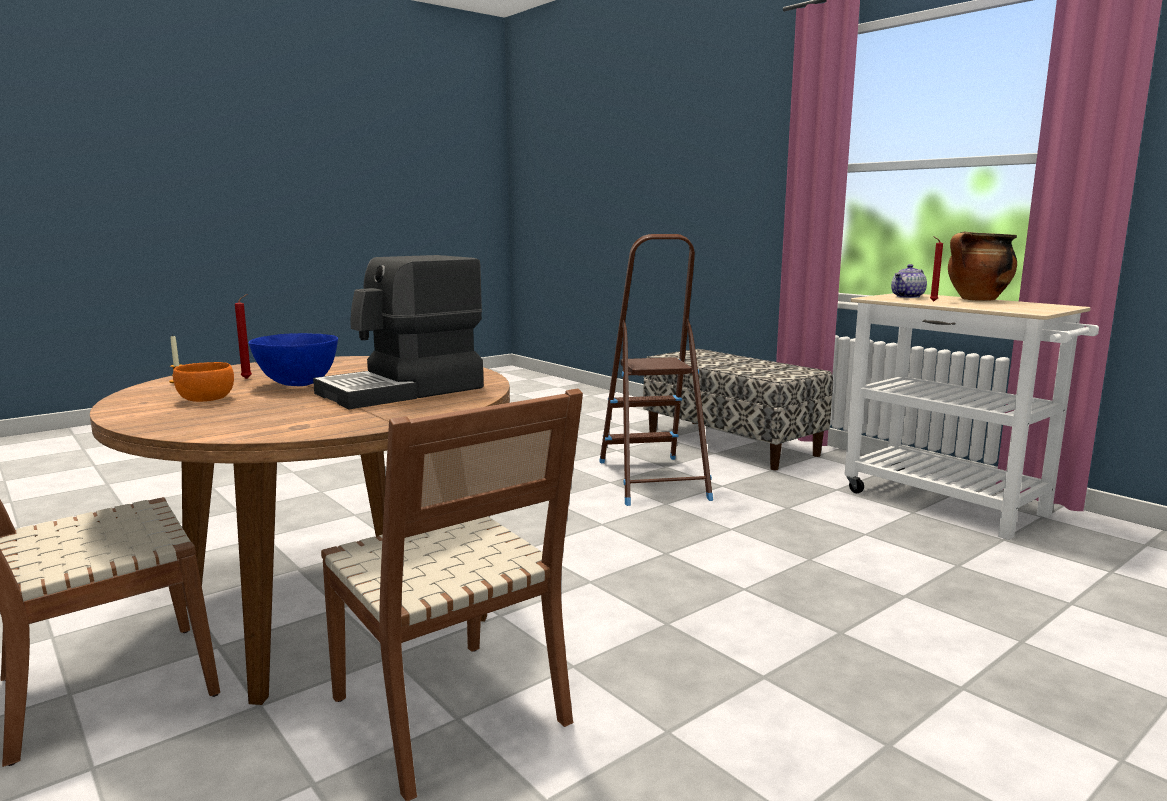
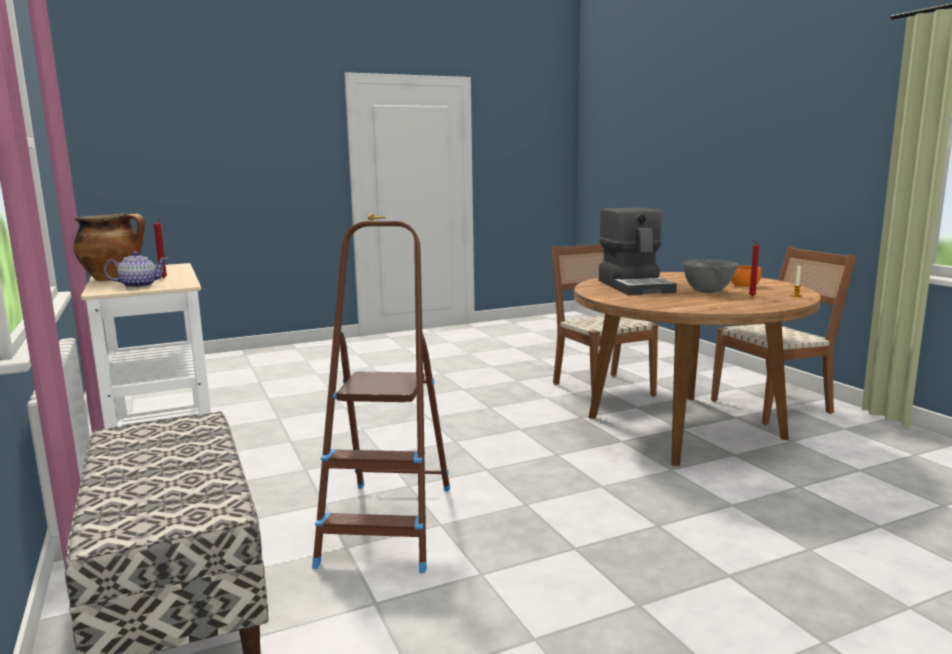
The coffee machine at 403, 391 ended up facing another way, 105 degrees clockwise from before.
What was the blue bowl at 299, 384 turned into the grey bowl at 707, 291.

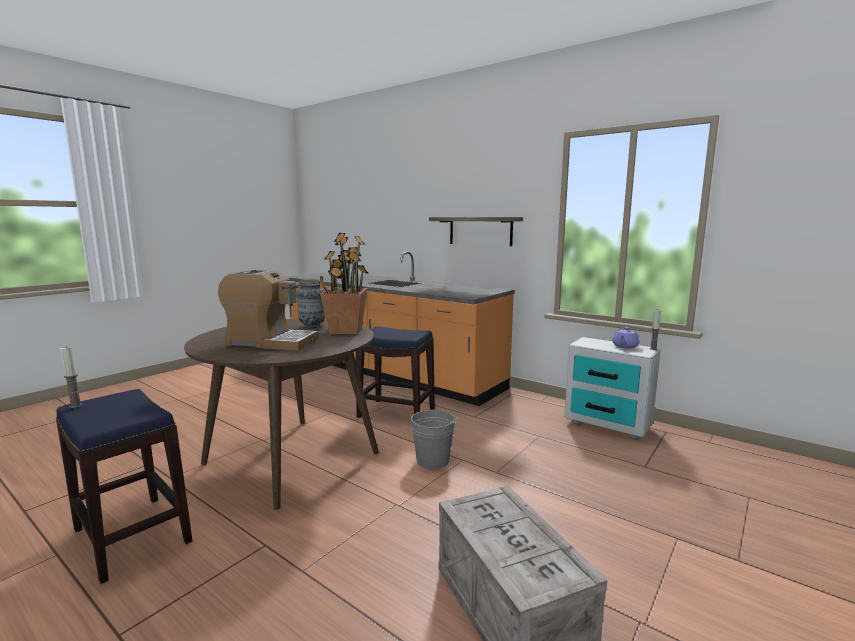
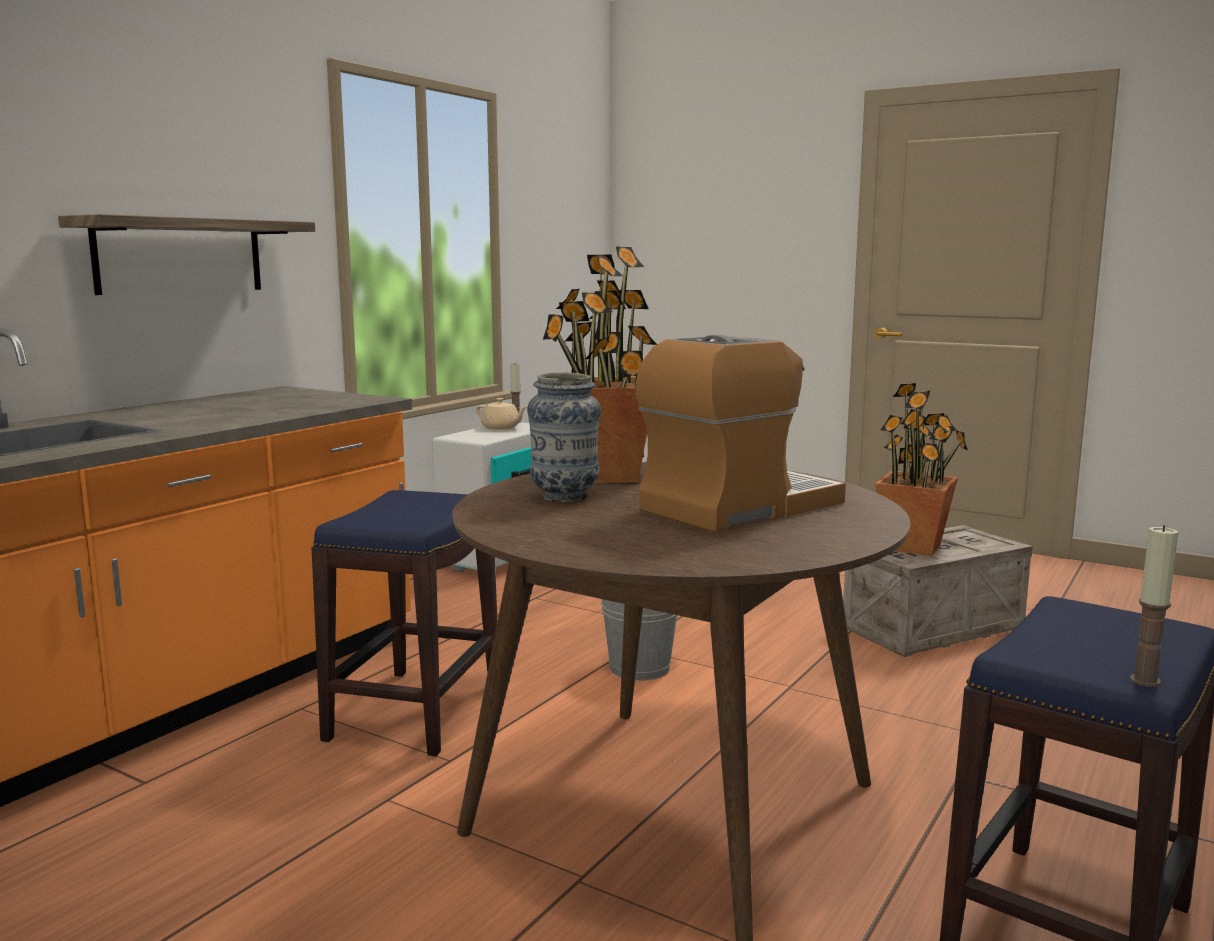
The coffee machine at 271, 342 ended up facing another way, 45 degrees clockwise from before.
What was the purple teapot at 625, 346 turned into the beige teapot at 501, 428.
The second view gained the potted plant at 913, 547.

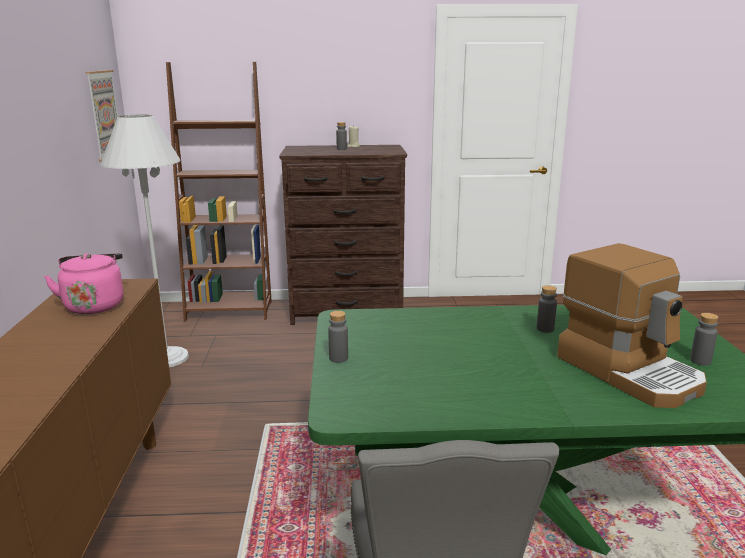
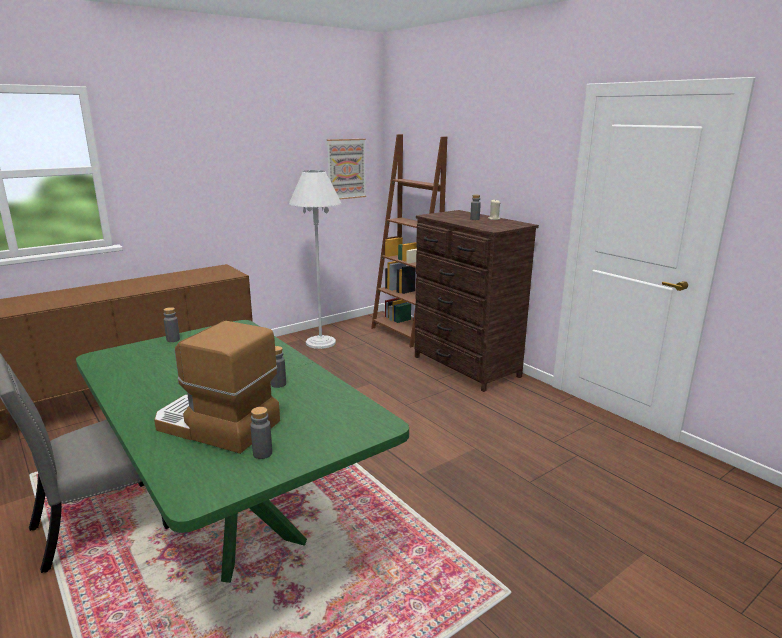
The coffee machine at 629, 371 ended up facing another way, 90 degrees clockwise from before.
The second view lost the pink kettle at 94, 305.

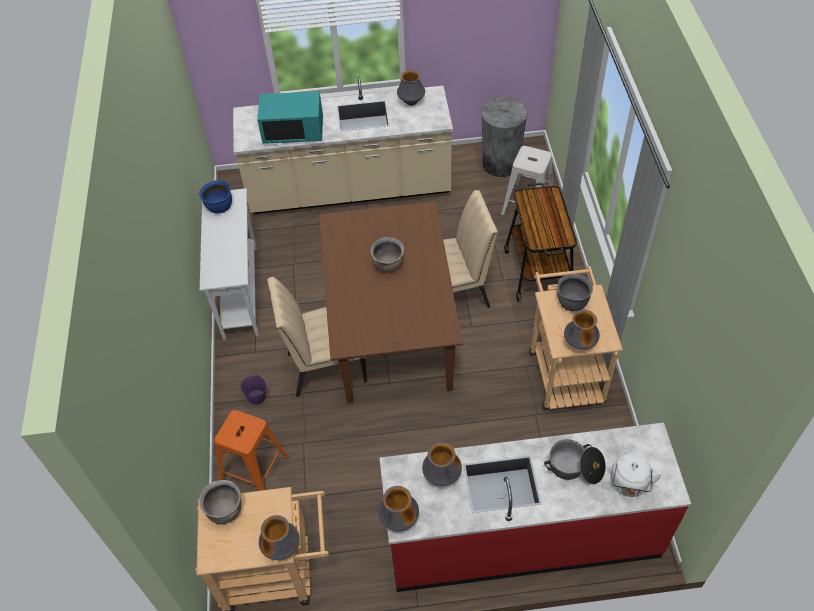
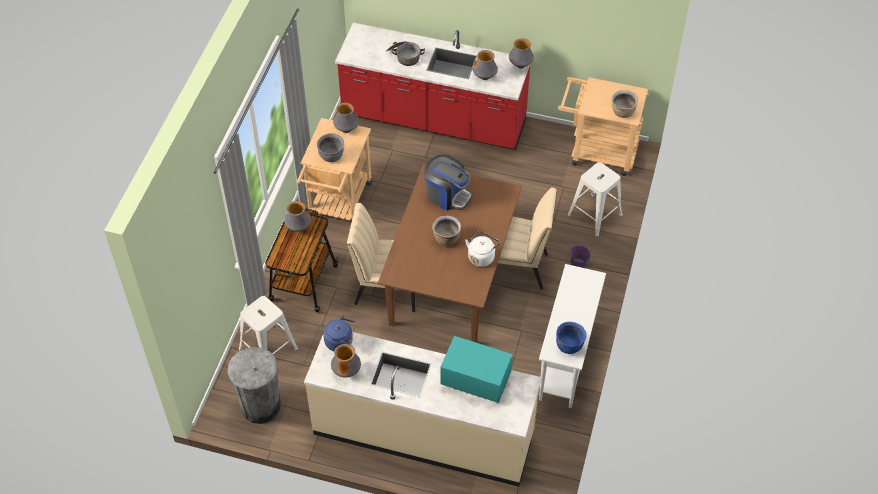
What was the orange stool at 254, 469 turned into the white stool at 594, 215.
The white kettle ended up elsewhere, having gone from 629, 485 to 482, 256.
The vase ended up elsewhere, having gone from 282, 547 to 298, 228.
The second view gained the coffee machine at 447, 195.
The second view gained the blue kettle at 341, 342.

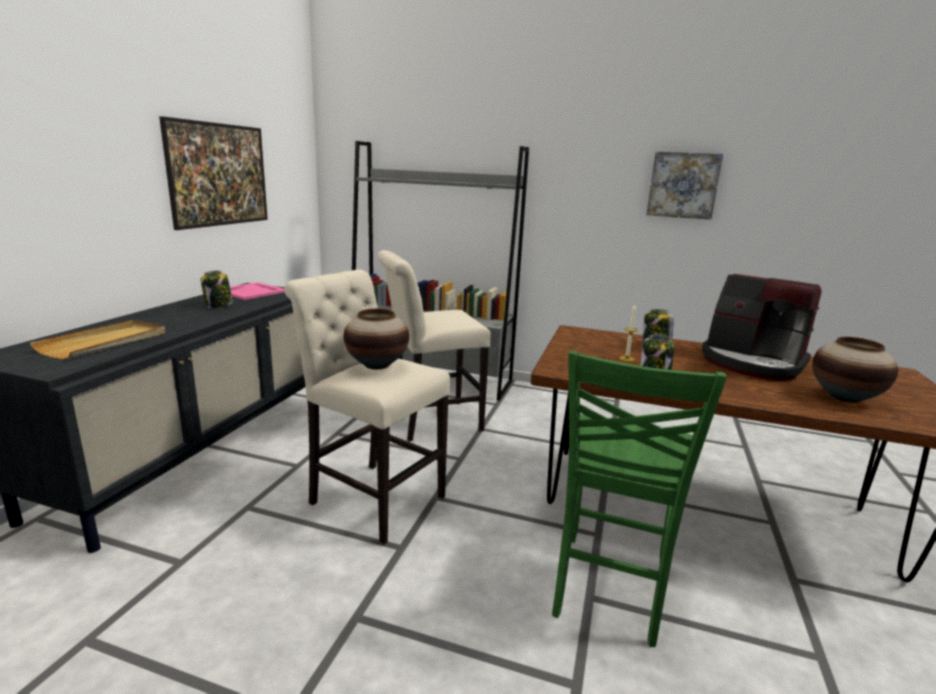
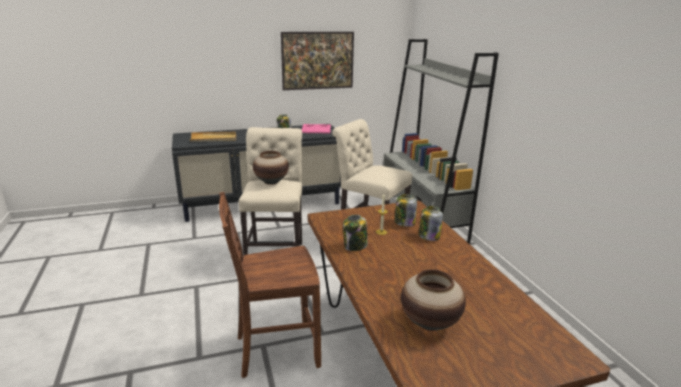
The second view lost the picture at 683, 185.
The second view lost the coffee machine at 752, 363.
What was the green chair at 608, 589 turned into the brown chair at 275, 350.
The second view gained the jar at 404, 223.

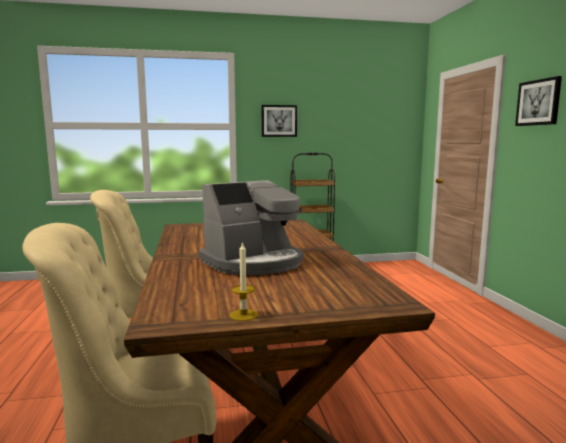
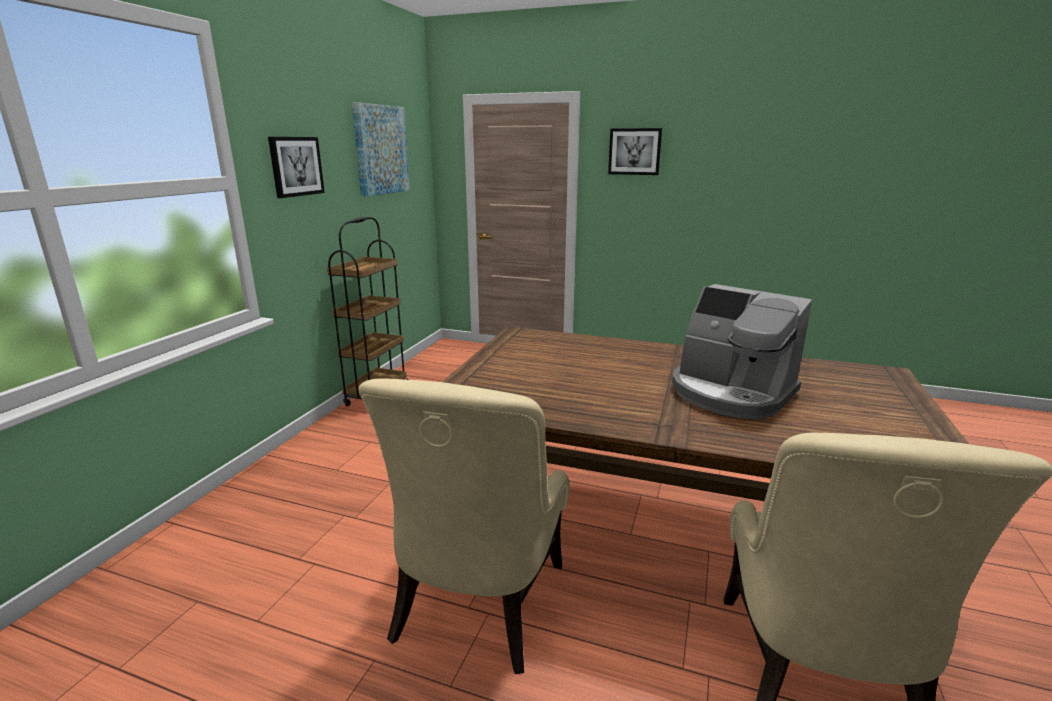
The coffee machine at 254, 262 ended up facing another way, 135 degrees clockwise from before.
The second view lost the candle at 243, 315.
The second view gained the picture at 381, 150.

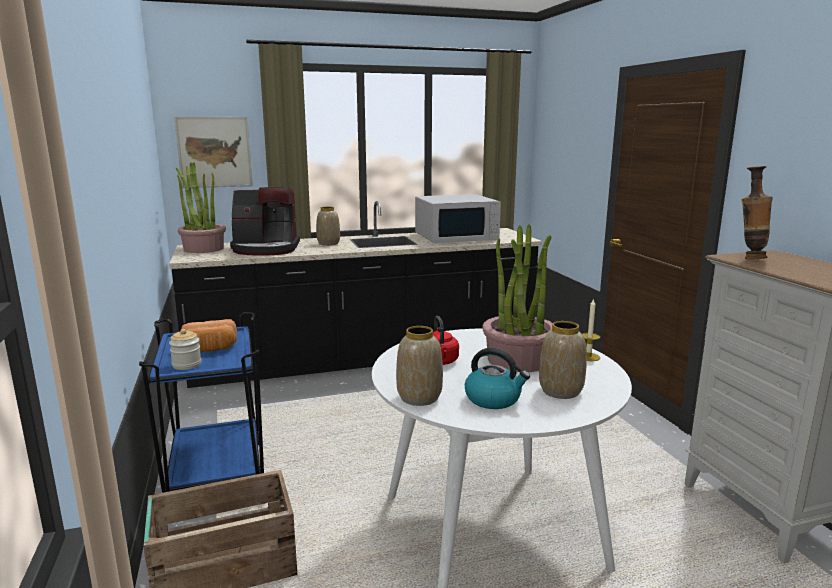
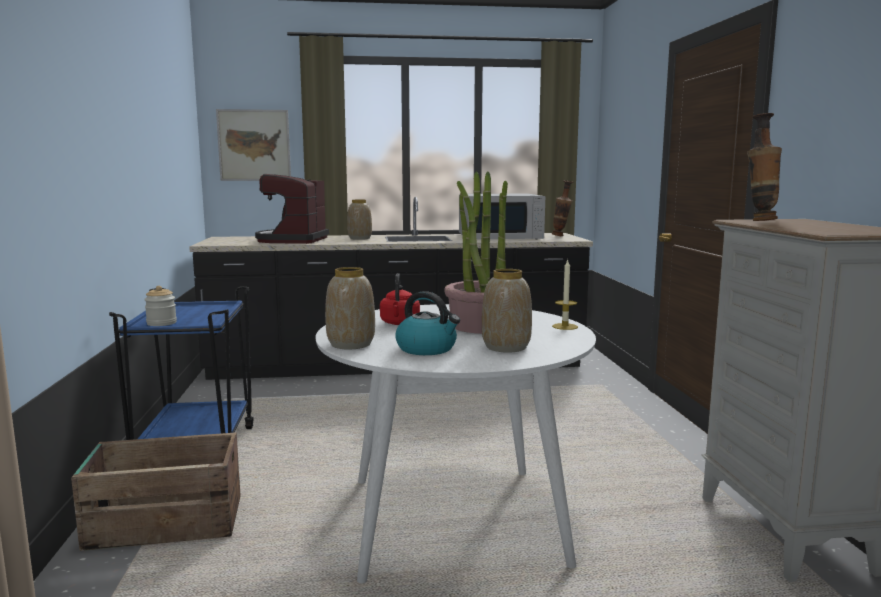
The second view lost the potted plant at 203, 249.
The coffee machine at 266, 249 ended up facing another way, 90 degrees clockwise from before.
The second view lost the bread at 210, 349.
The second view gained the vase at 561, 236.

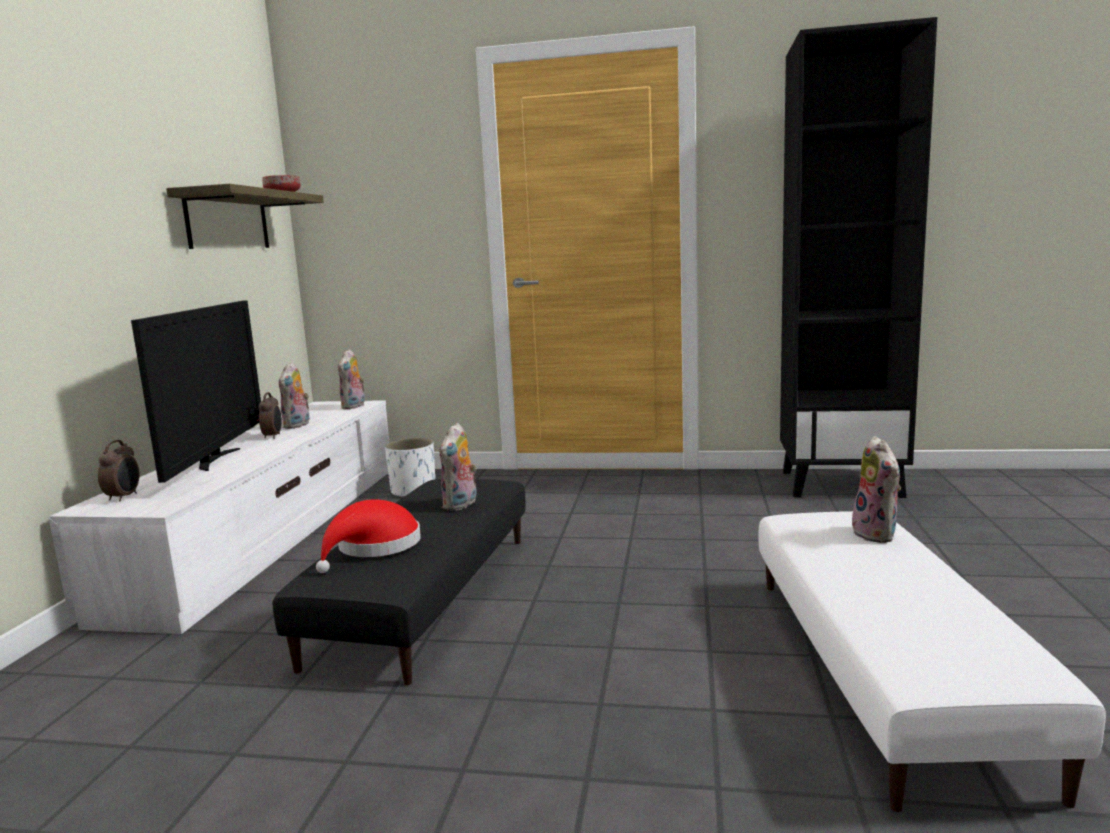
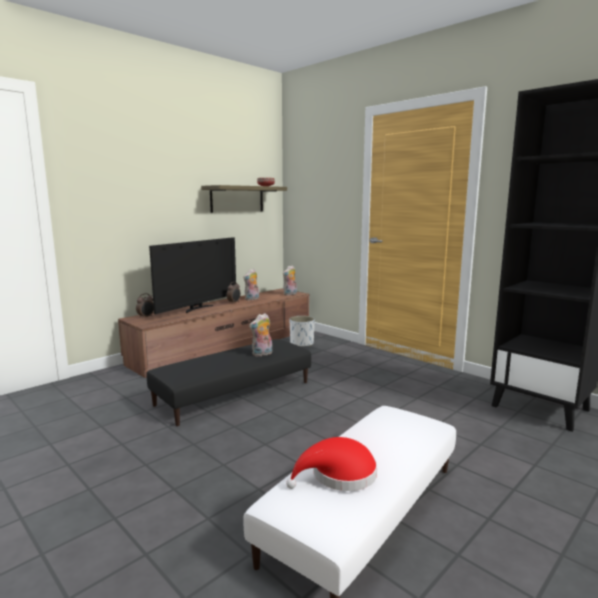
What was the white tv stand at 270, 530 turned into the brown tv stand at 226, 345.
The second view lost the plush toy at 878, 534.
The red hat ended up elsewhere, having gone from 374, 547 to 339, 475.

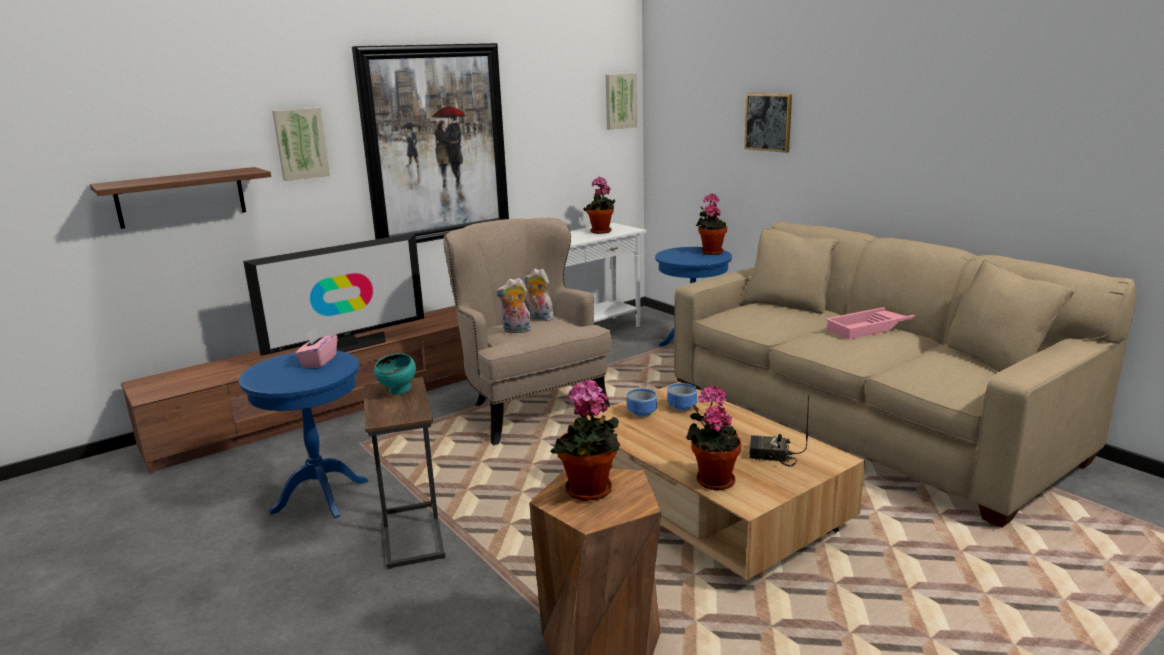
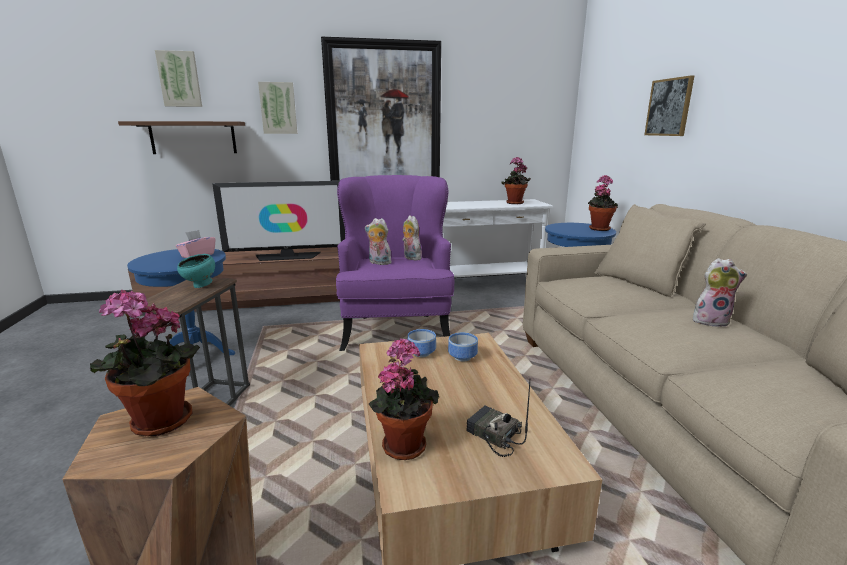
The picture ended up elsewhere, having gone from 619, 101 to 180, 79.
What was the beige armchair at 529, 408 turned into the purple armchair at 396, 329.
Where the pink tray stood at 870, 328, the plush toy came to stand at 711, 321.

